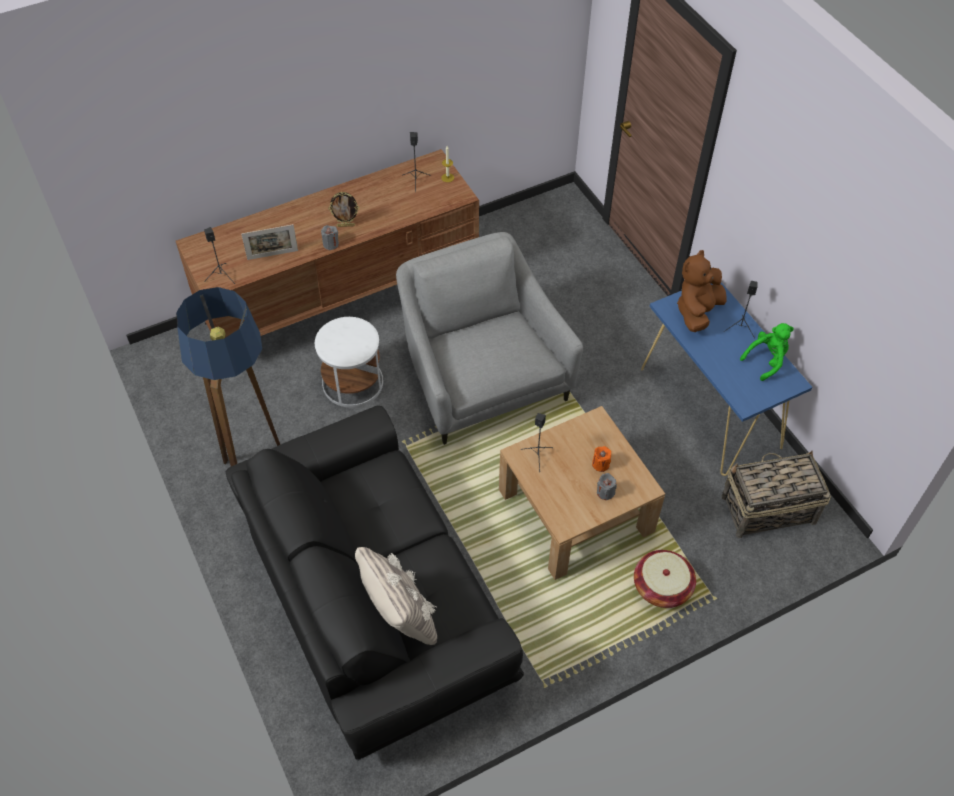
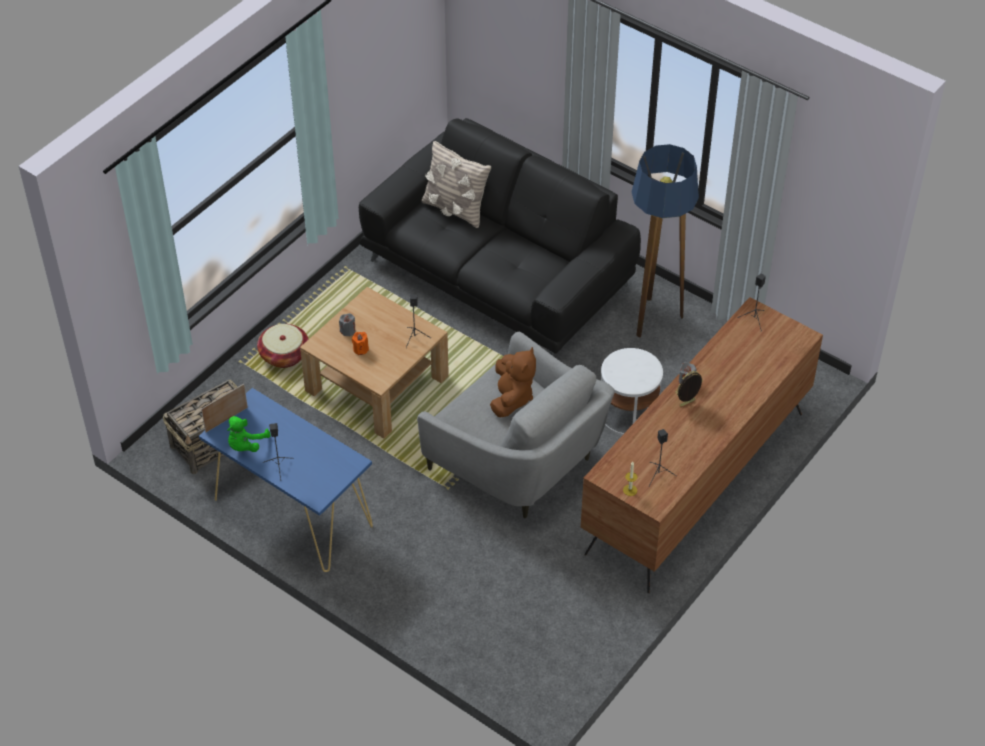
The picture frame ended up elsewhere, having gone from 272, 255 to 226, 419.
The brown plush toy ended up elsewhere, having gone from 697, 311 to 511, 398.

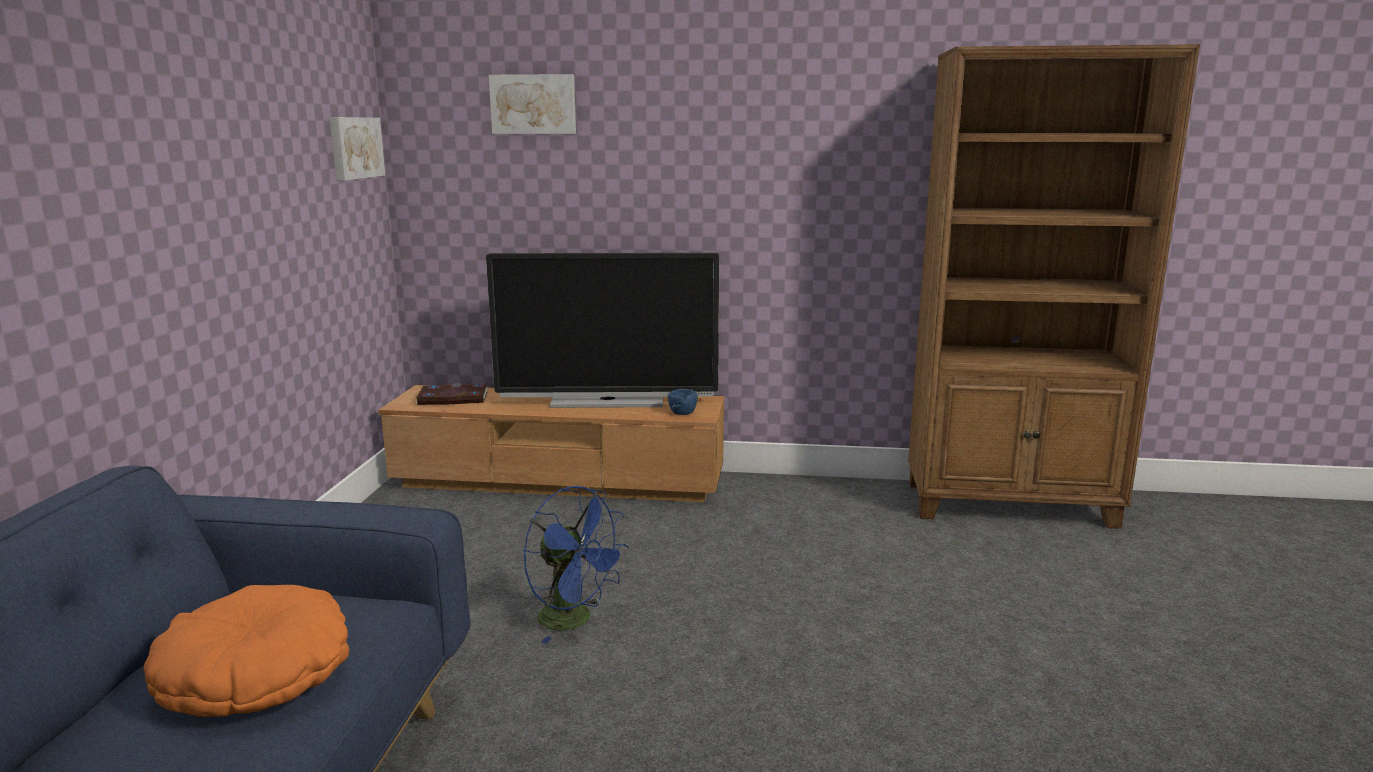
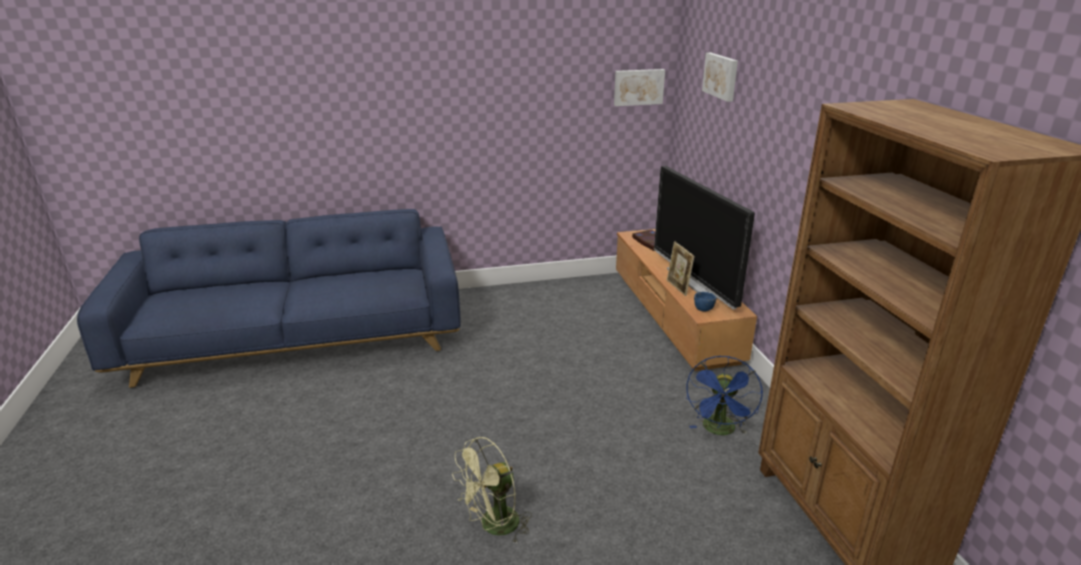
The blue fan ended up elsewhere, having gone from 575, 621 to 719, 431.
The second view lost the orange pillow at 253, 675.
The second view gained the picture frame at 678, 288.
The second view gained the green fan at 493, 527.

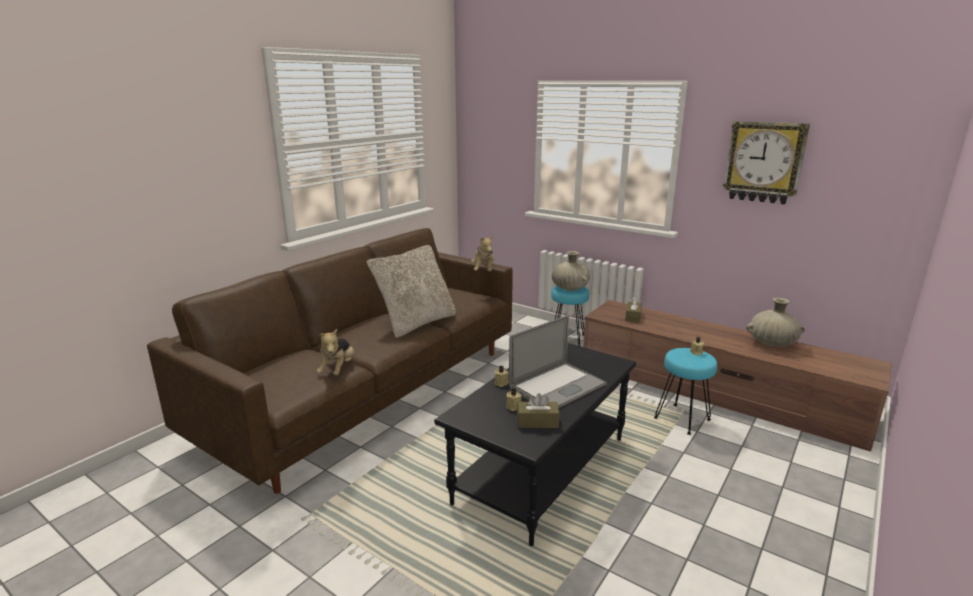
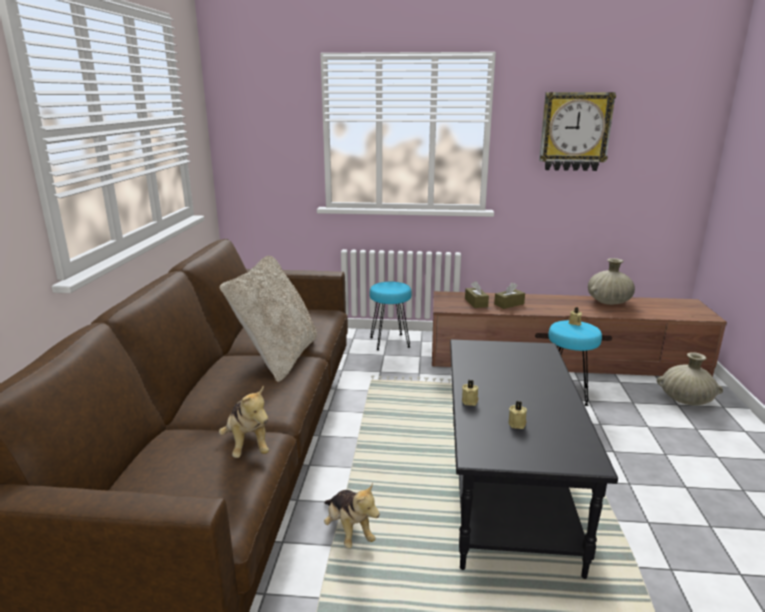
The plush toy ended up elsewhere, having gone from 484, 271 to 349, 531.
The beige vase ended up elsewhere, having gone from 569, 288 to 685, 400.
The second view lost the laptop at 557, 386.
The brown tissue box ended up elsewhere, having gone from 537, 422 to 509, 304.

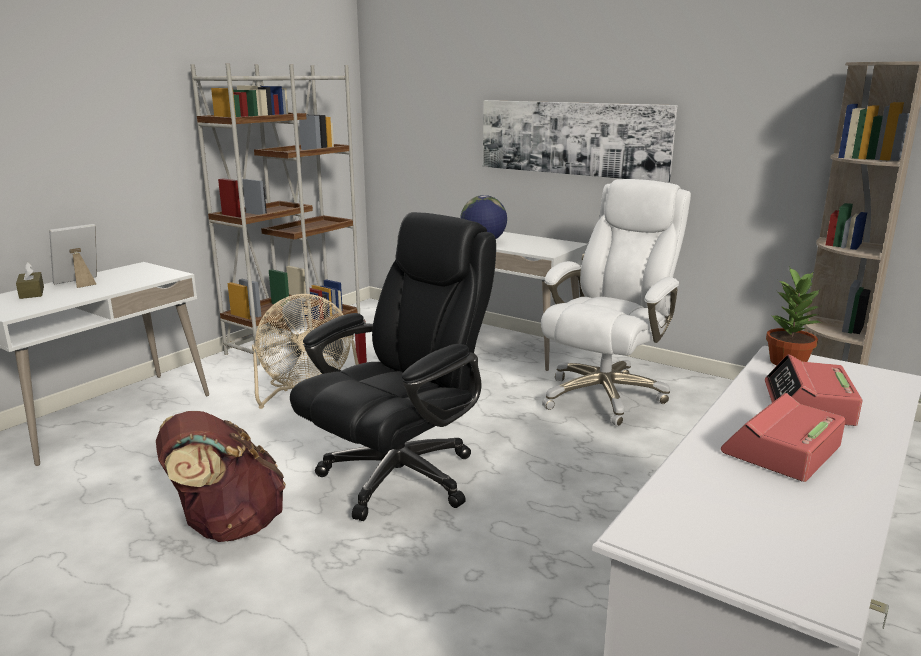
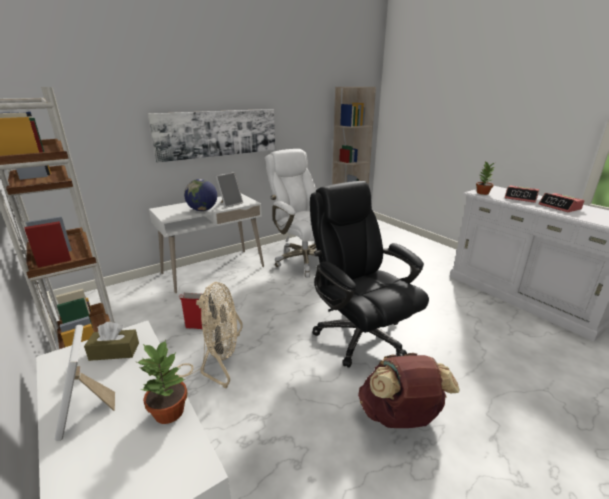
The brown tissue box ended up elsewhere, having gone from 32, 292 to 114, 351.
The second view gained the picture frame at 230, 204.
The second view gained the potted plant at 169, 411.

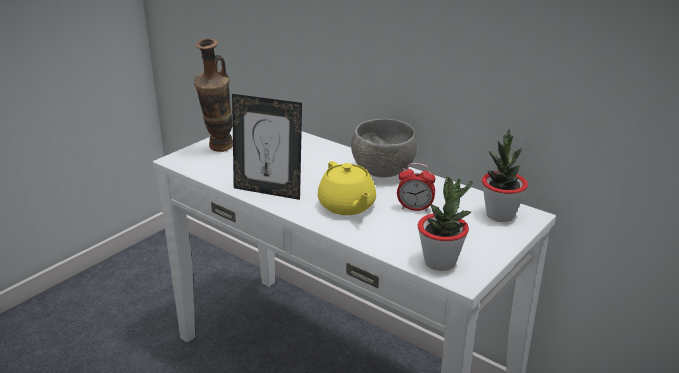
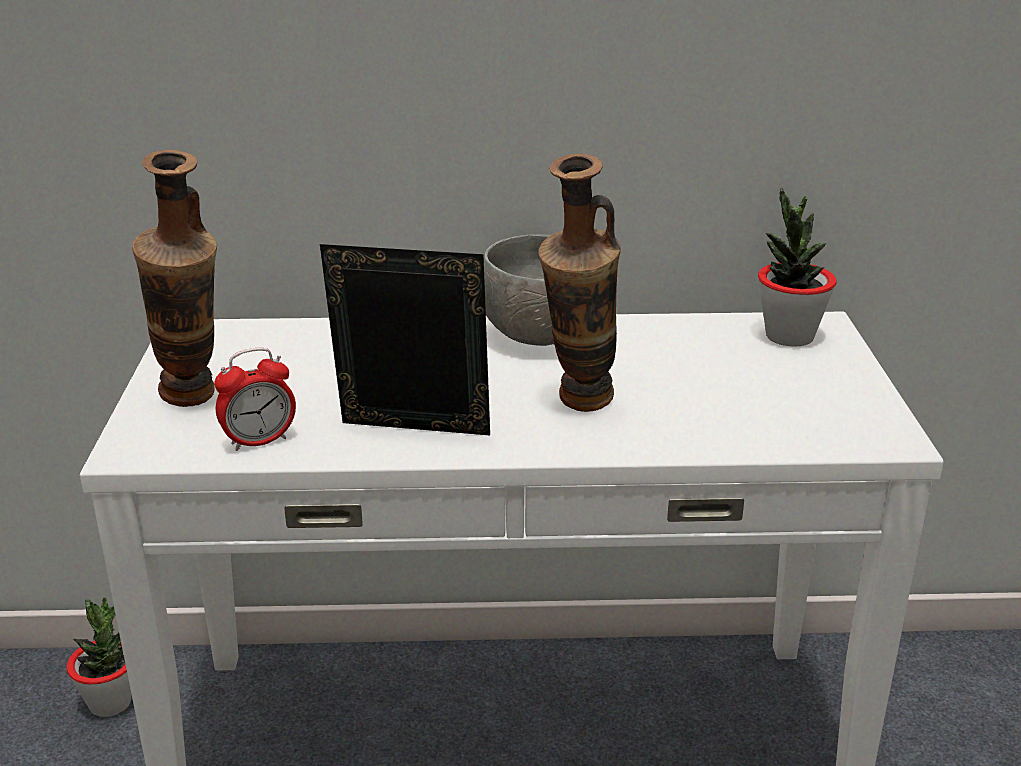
The picture frame at 268, 191 ended up facing another way, 150 degrees counterclockwise from before.
Where the yellow teapot stood at 347, 206, the vase came to stand at 578, 407.
The alarm clock ended up elsewhere, having gone from 415, 208 to 259, 441.
The potted plant ended up elsewhere, having gone from 440, 262 to 110, 702.

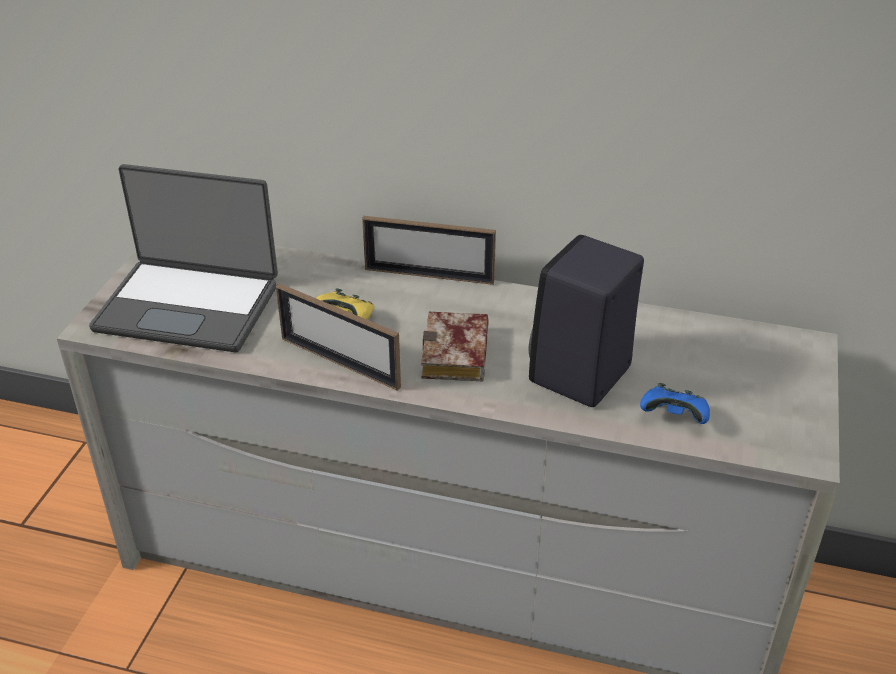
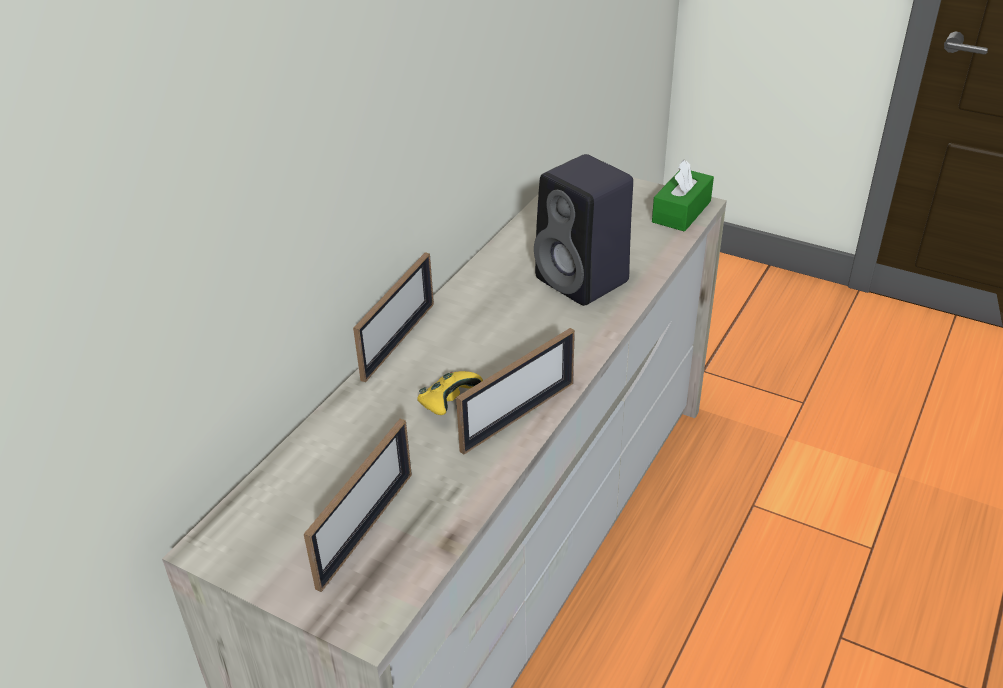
Where the laptop stood at 189, 305, the picture frame came to stand at 366, 529.
The second view lost the book at 458, 356.
The second view lost the blue game controller at 674, 417.
The second view gained the green tissue box at 681, 212.

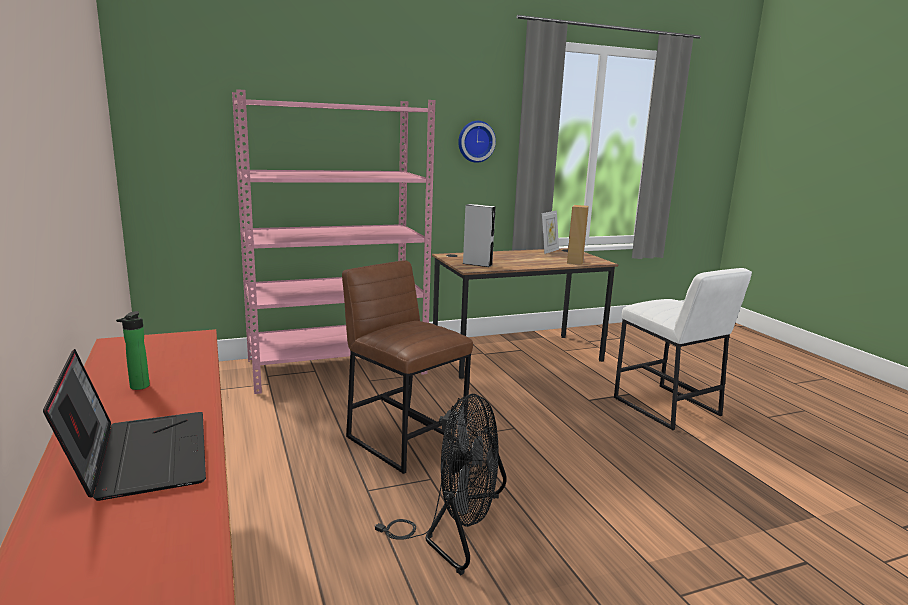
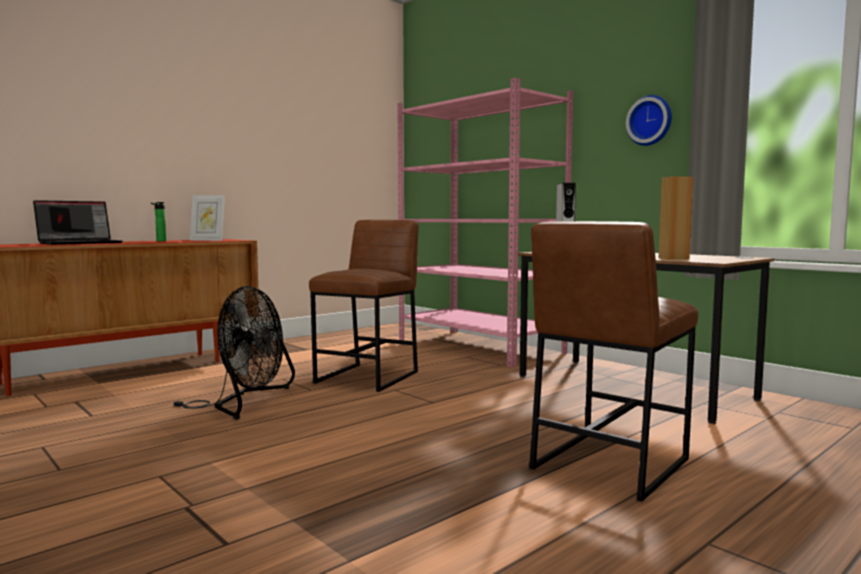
The picture frame ended up elsewhere, having gone from 549, 251 to 208, 240.
What was the white chair at 667, 407 turned into the brown chair at 609, 464.
The black fan at 453, 528 ended up facing another way, 75 degrees counterclockwise from before.

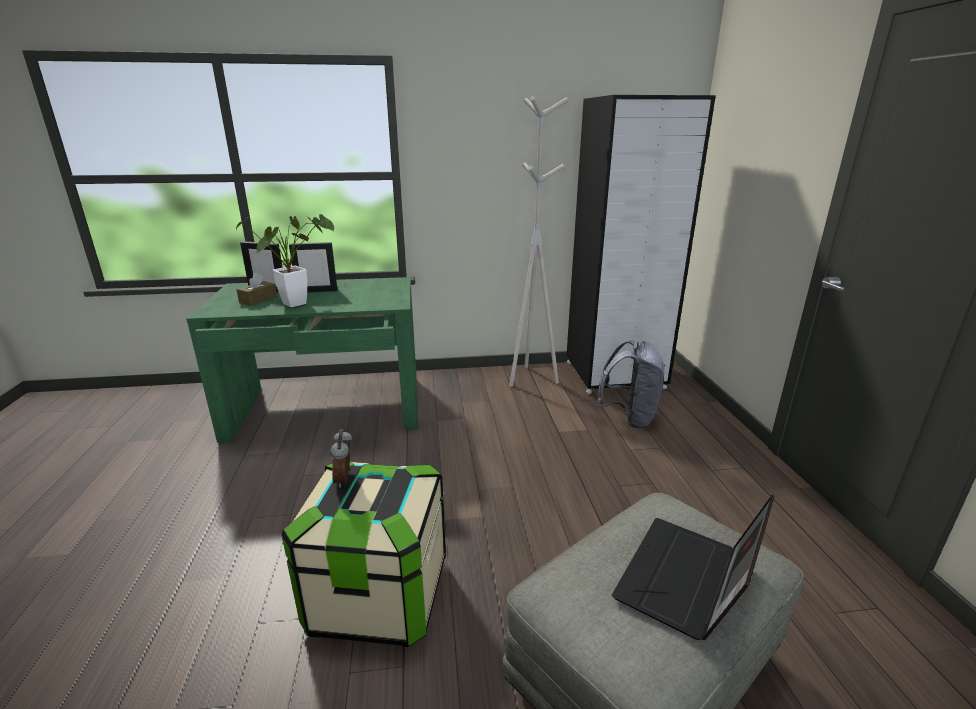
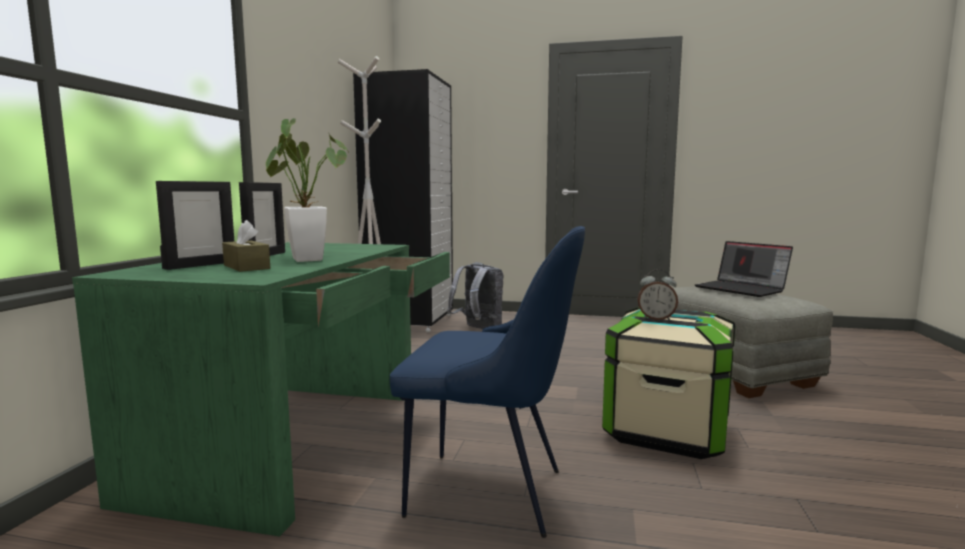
The second view gained the blue chair at 487, 492.

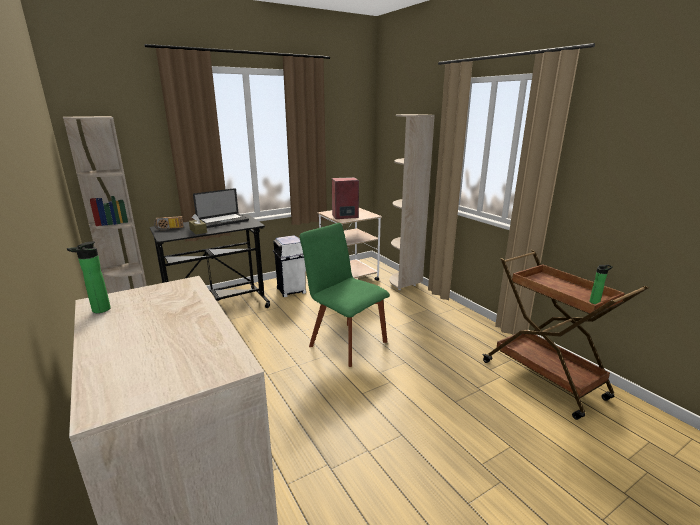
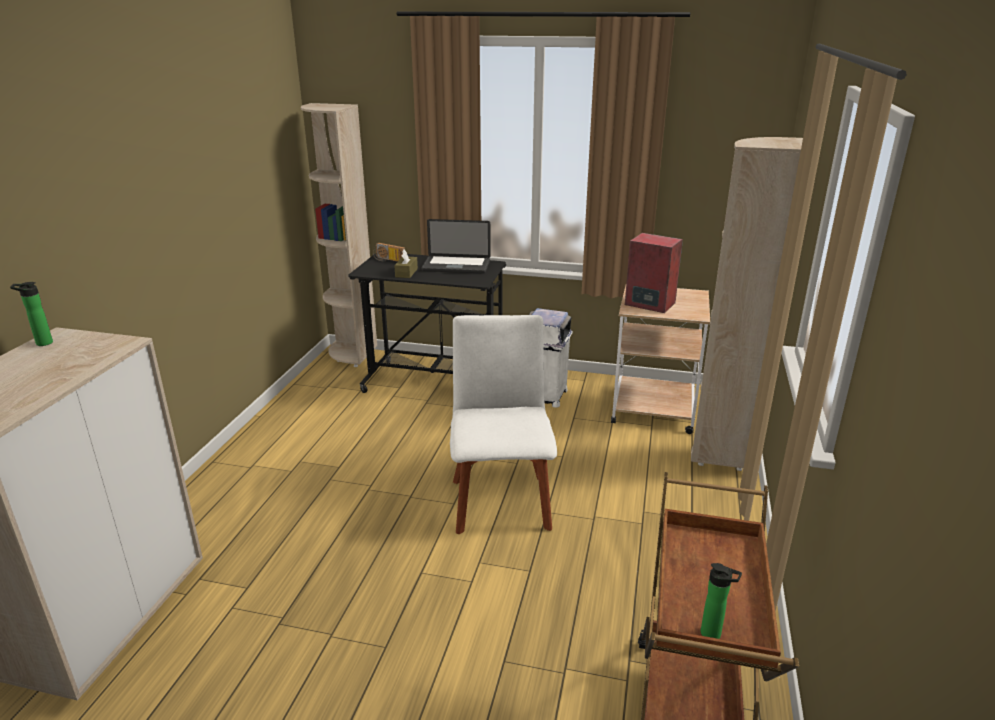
What was the green chair at 345, 342 turned into the white chair at 500, 500.

